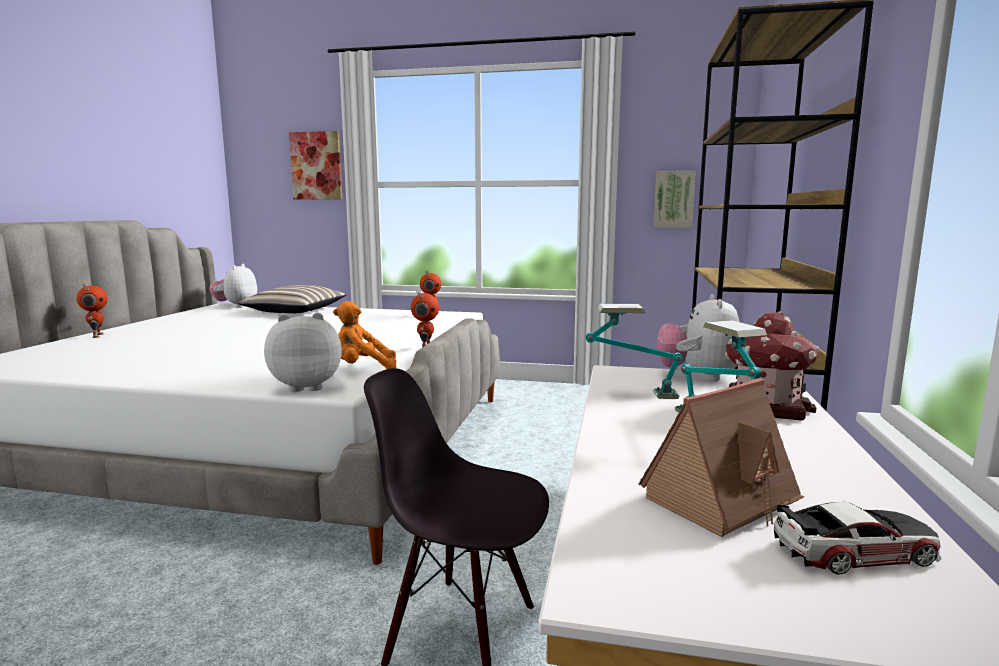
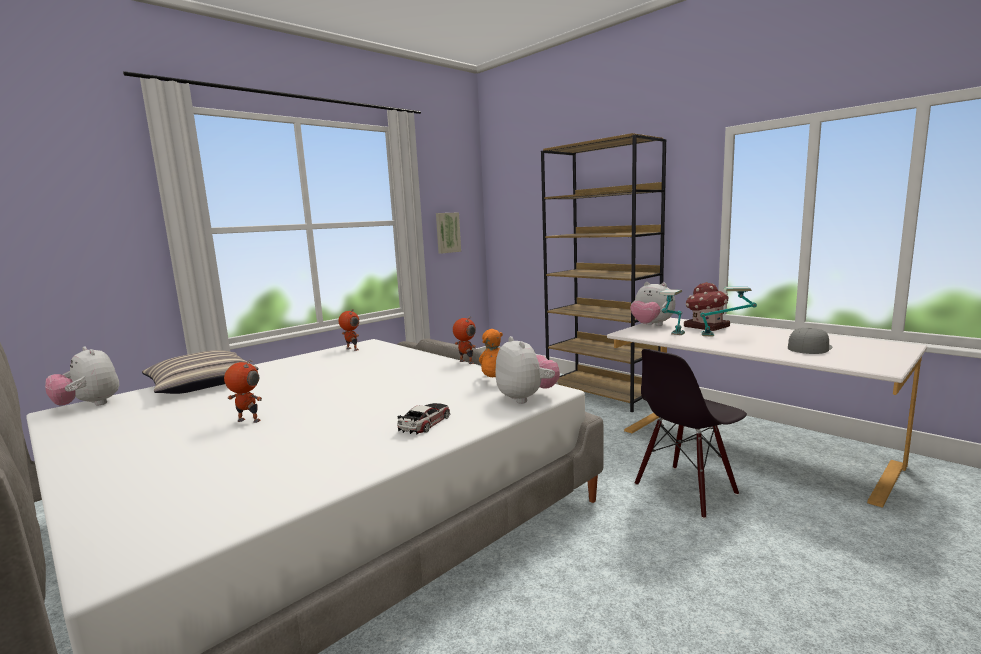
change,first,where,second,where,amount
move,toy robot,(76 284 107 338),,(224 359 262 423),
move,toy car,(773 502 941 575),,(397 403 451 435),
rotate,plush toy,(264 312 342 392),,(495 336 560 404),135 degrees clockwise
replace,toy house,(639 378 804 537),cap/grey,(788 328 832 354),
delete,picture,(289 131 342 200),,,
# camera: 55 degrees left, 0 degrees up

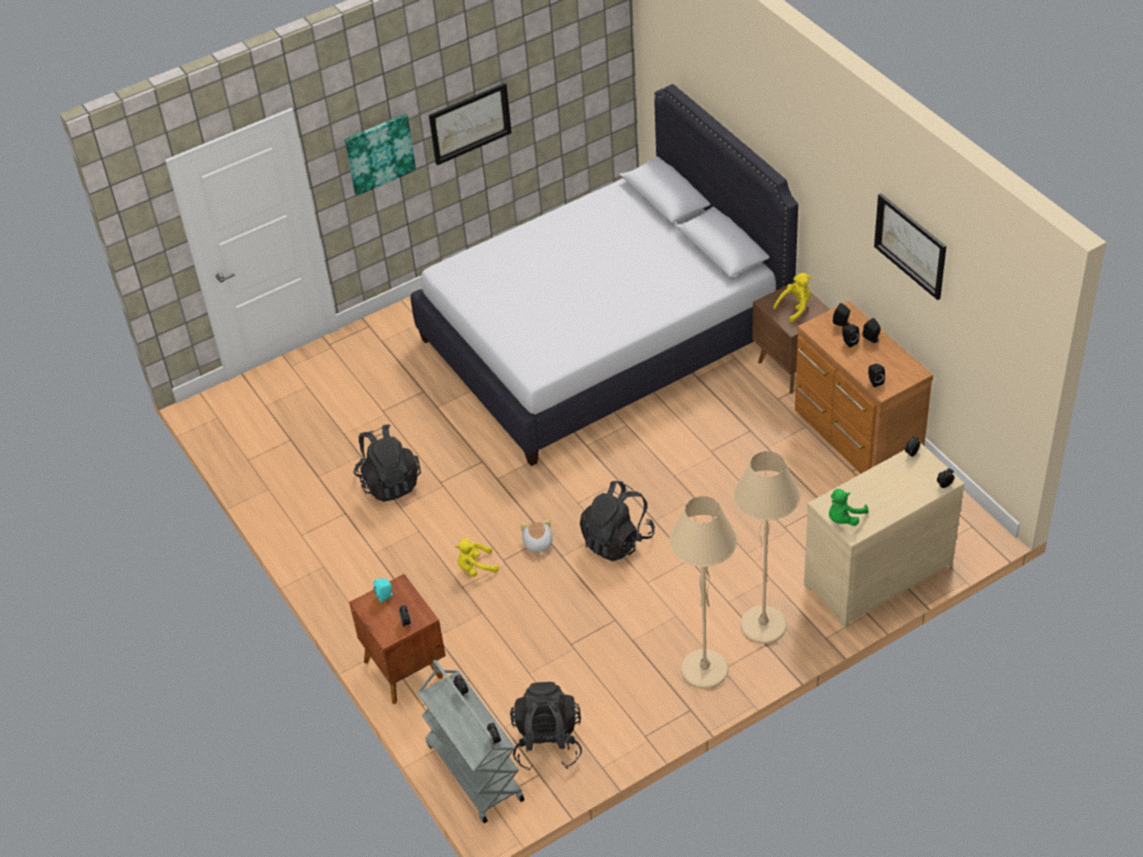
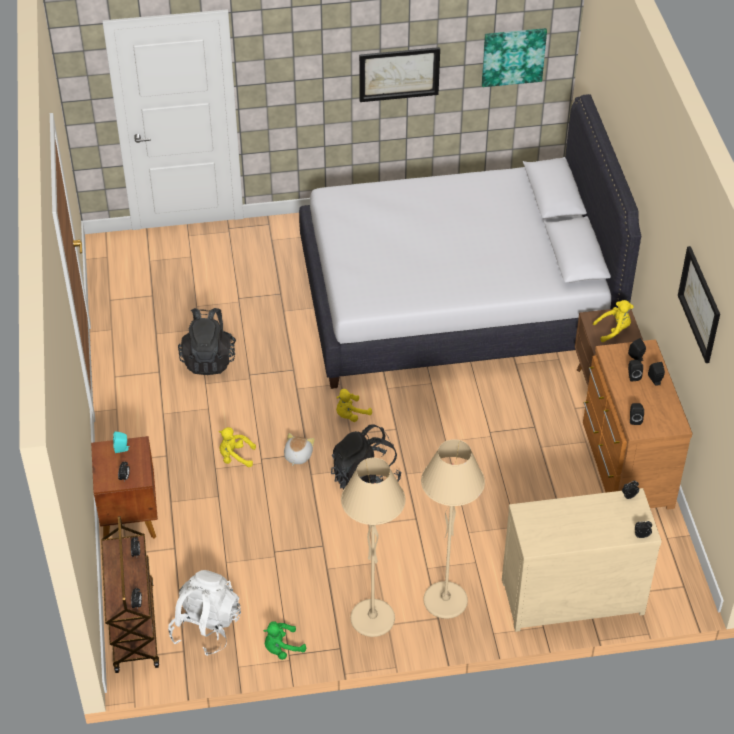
change,first,where,second,where,amount
recolor,cart/grey,(417 660 525 823),cart/brown,(101 516 159 673),
recolor,backpack/black,(510 682 582 771),backpack/white,(168 570 241 656),
move,plush toy/green,(829 489 868 526),,(264 621 306 660),
insert,,,plush toy/yellow,(336 389 372 422),
move,picture,(345 114 416 196),,(482 28 547 87),
# camera: 20 degrees right, 0 degrees up

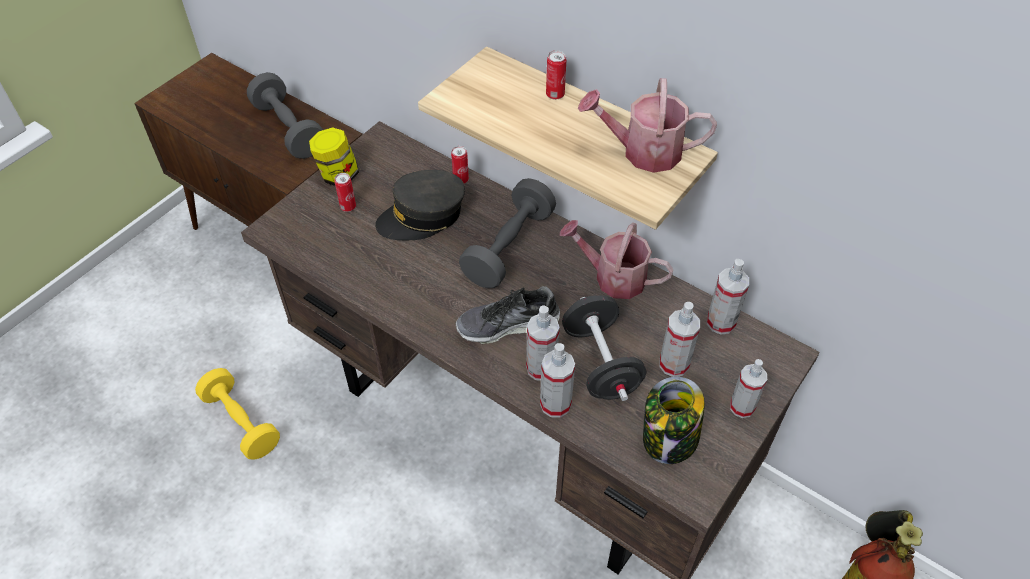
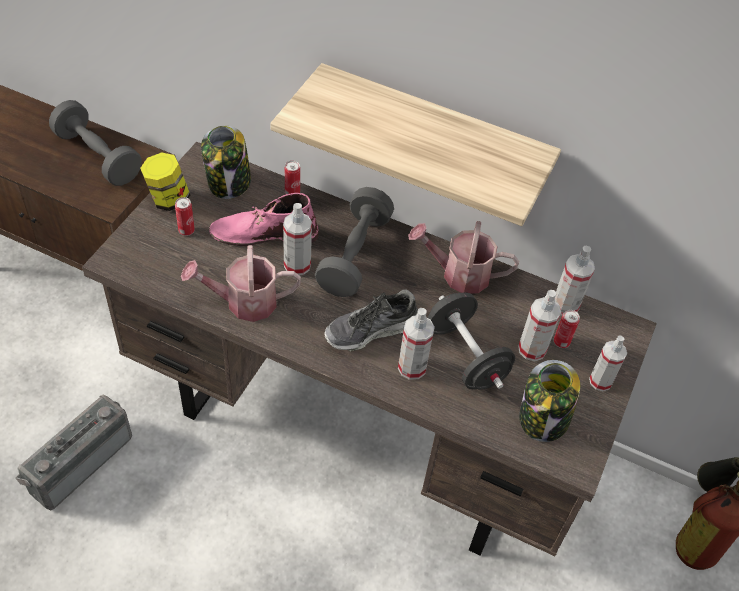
change,first,where,second,where,amount
replace,dumbbell/yellow,(195 368 280 460),radio,(15 395 132 510),
move,watering can,(578 78 717 173),,(181 245 301 322),
insert,,,jar,(201 126 251 199),
replace,cap/grey,(375 170 465 241),boot/pink,(209 193 319 246),
move,spray bottle,(540 343 575 418),,(283 203 312 275),
move,can,(546 50 567 100),,(554 310 580 348),
# camera: 15 degrees left, 0 degrees up

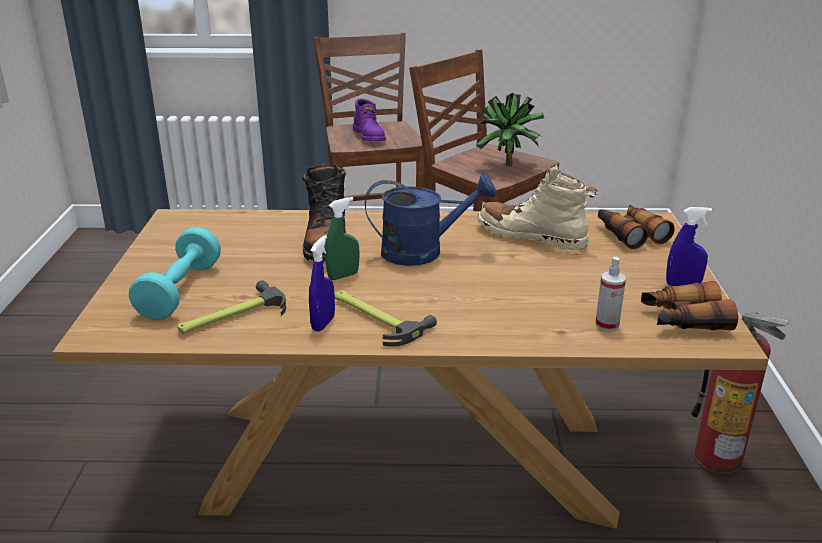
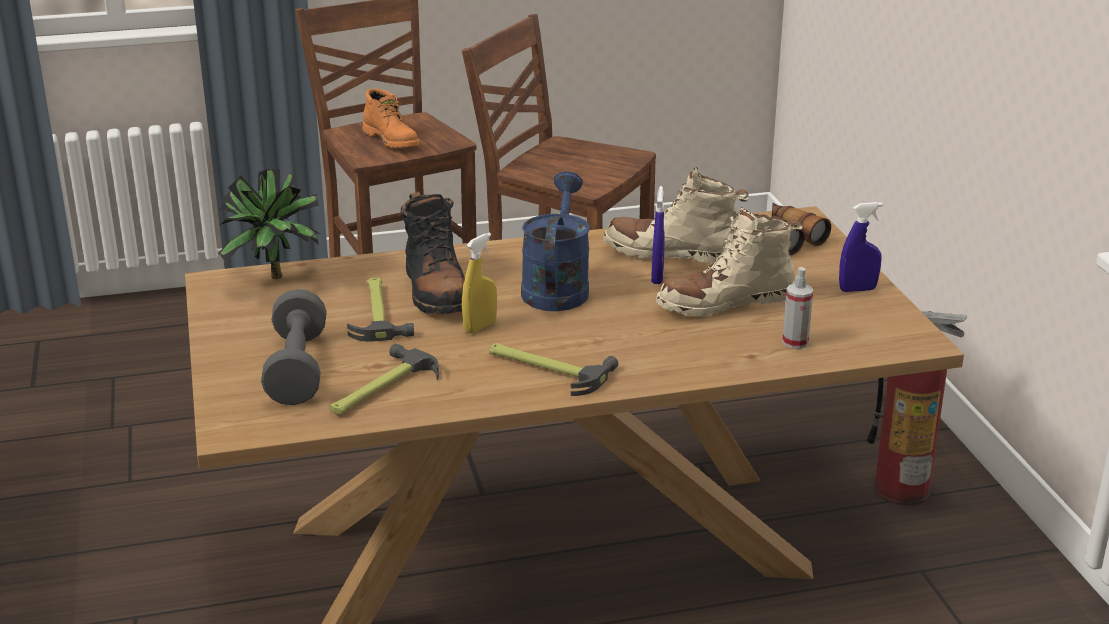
change,first,where,second,where,amount
move,potted plant,(477 93 544 166),,(218 169 321 279),
recolor,dumbbell/turquoise,(129 227 221 320),dumbbell/grey,(261 289 327 405),
insert,,,hammer,(347 278 414 341),
recolor,boot/purple,(353 99 386 141),boot/orange,(362 89 420 148),
recolor,spray bottle/green,(325 197 360 280),spray bottle/yellow,(462 233 497 333),
rotate,watering can/blue,(365 174 496 266),,(521 171 590 311),60 degrees counterclockwise
move,spray bottle/blue,(309 235 335 332),,(651 186 665 284),
insert,,,boot/beige,(656 207 803 317),
delete,binoculars,(641 281 738 330),,,
# camera: 15 degrees left, 0 degrees up

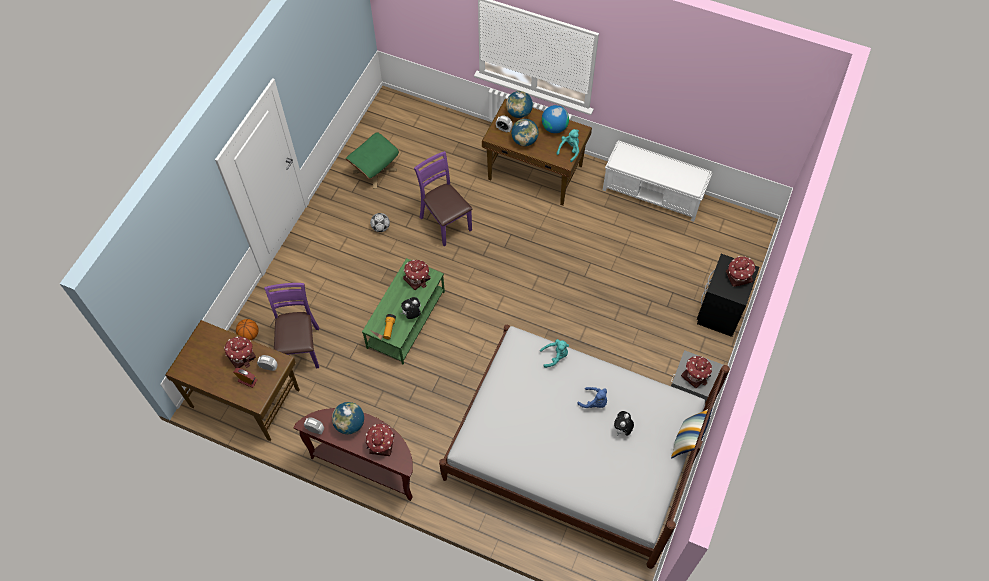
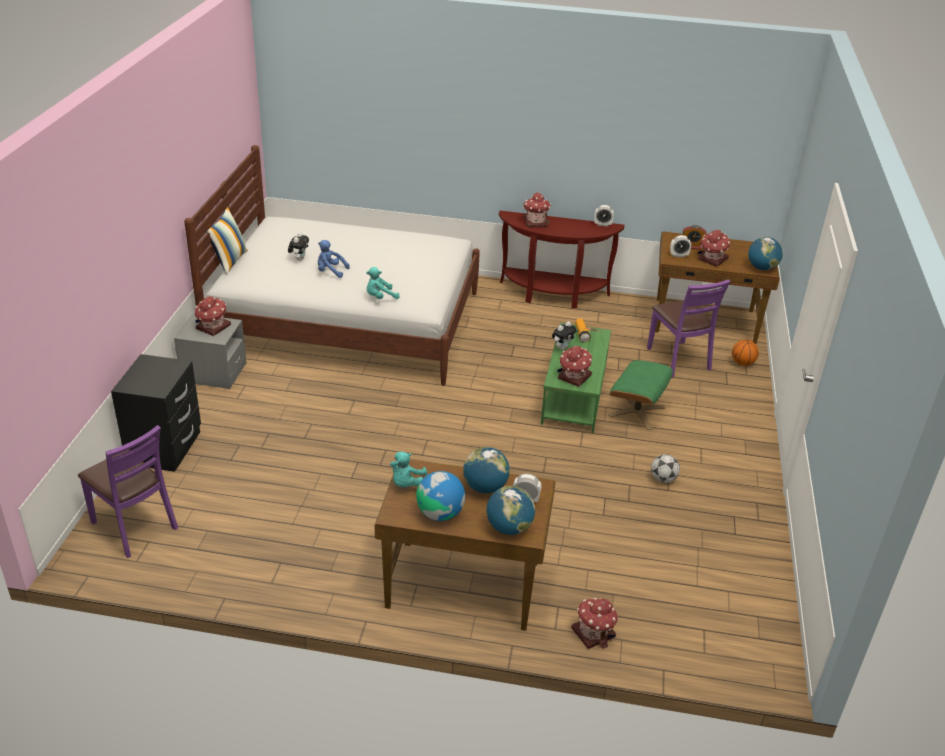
change,first,where,second,where,amount
move,chair/purple,(414 151 472 246),,(78 425 178 558),
move,toy house,(726 256 755 287),,(571 598 618 649),
move,ottoman/green,(346 132 399 189),,(608 360 673 430),
move,globe,(332 402 364 434),,(748 237 783 270),
delete,bench/white,(603 140 712 222),,,
# camera: 165 degrees right, 25 degrees down

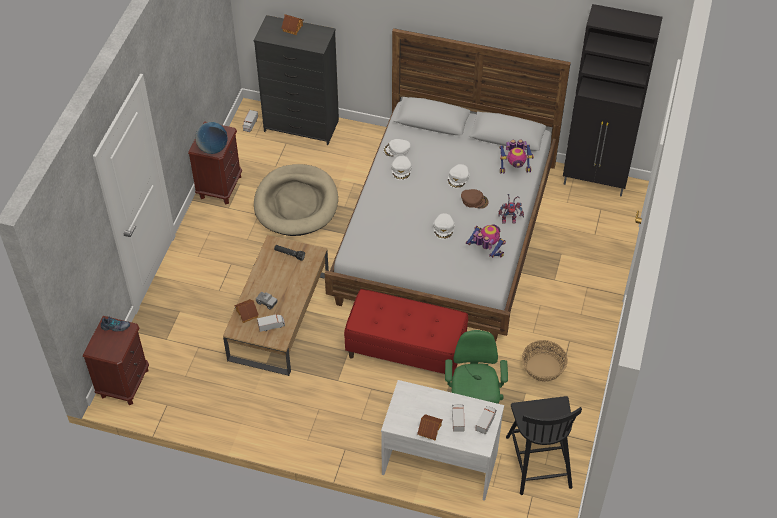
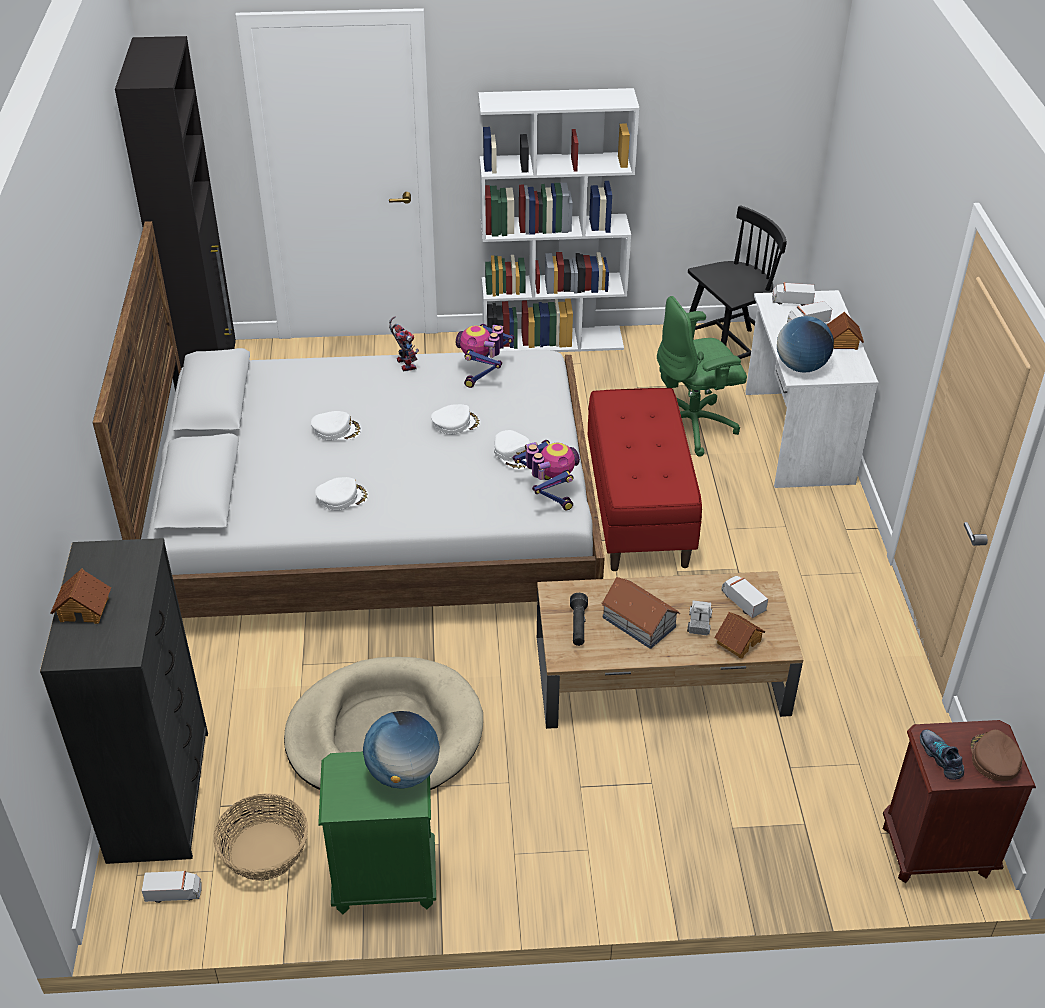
change,first,where,second,where,amount
move,basket,(522 340 568 382),,(213 793 308 881),
recolor,nightstand/brown,(188 122 242 205),nightstand/green,(318 752 436 914),
insert,,,bookcase/white,(478 88 640 352),
move,cap/white,(383 139 410 157),,(494 430 530 470),
move,toy robot,(499 139 534 174),,(513 440 580 510),
insert,,,toy house,(601 577 680 649),
insert,,,globe,(777 316 834 373),
move,cap/brown,(461 189 488 209),,(971 730 1022 781),
# camera: 110 degrees left, 10 degrees down

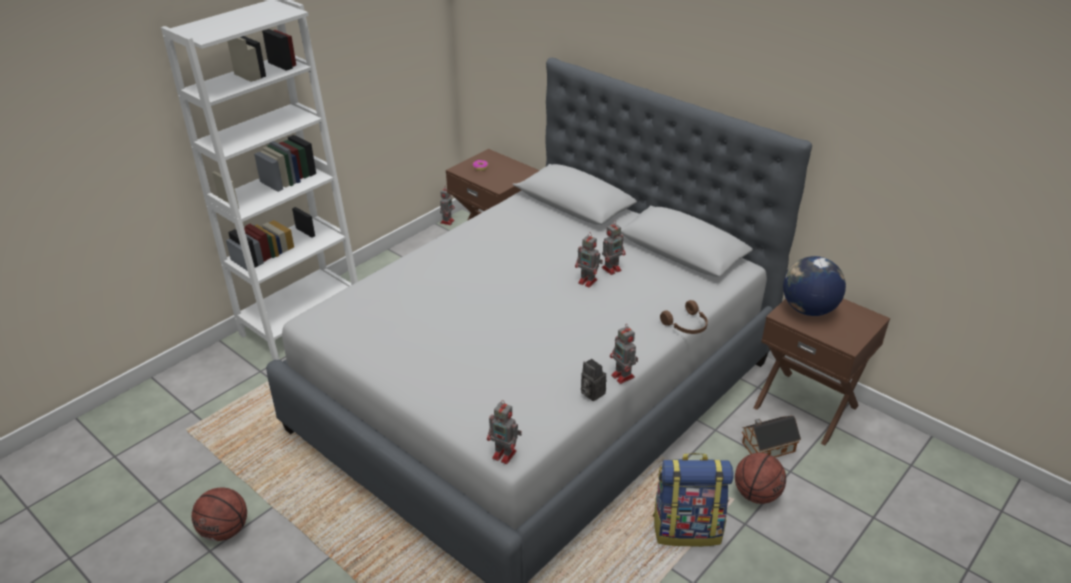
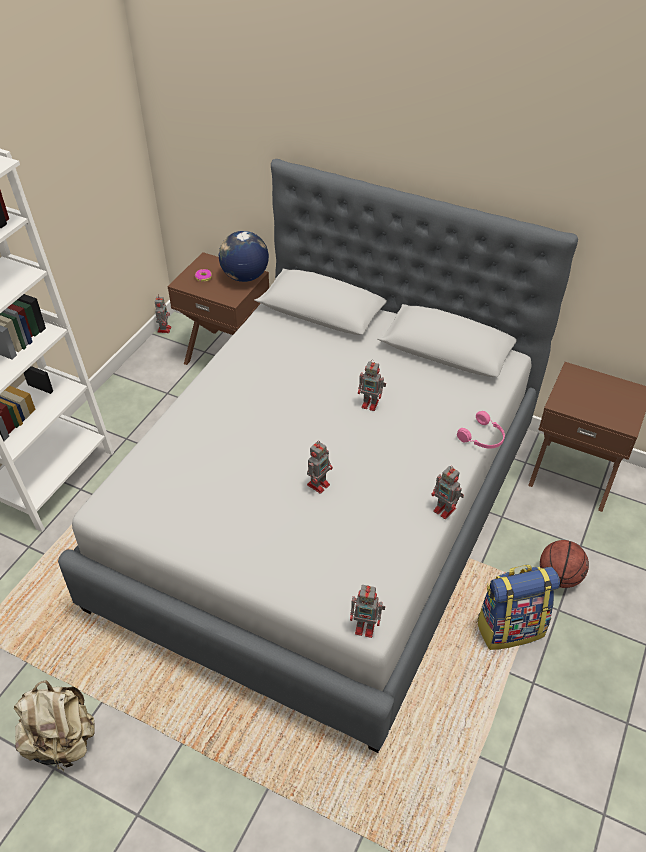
change,first,where,second,where,amount
replace,basketball,(192 488 247 541),backpack/beige,(14 680 95 772),
move,globe,(783 256 846 316),,(219 231 269 282),
move,toy robot,(602 220 626 275),,(307 441 333 494),
recolor,headphones/brown,(660 300 708 334),headphones/pink,(457 411 505 449),
delete,photo camera,(581 359 606 401),,,
delete,toy house,(742 416 801 457),,,
# camera: 15 degrees left, 10 degrees up

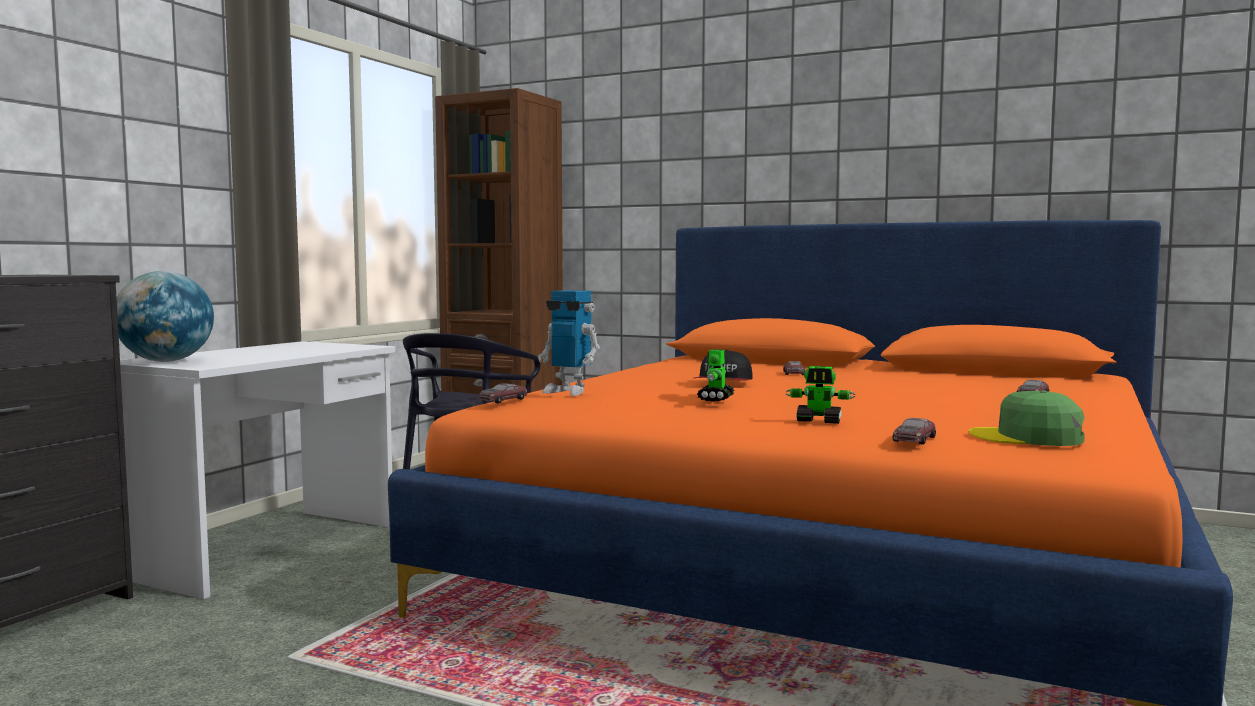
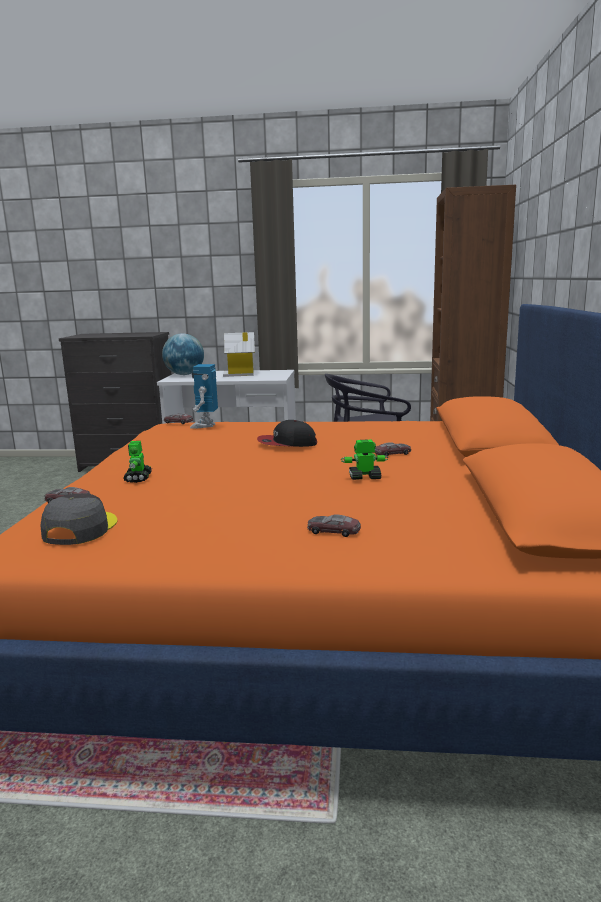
change,first,where,second,where,amount
recolor,cap/green,(968 390 1085 446),cap/grey,(40 493 117 545),
insert,,,toy house,(223 332 255 377),
move,toy robot,(697 349 734 402),,(341 439 388 480),
# camera: 70 degrees right, 10 degrees up

